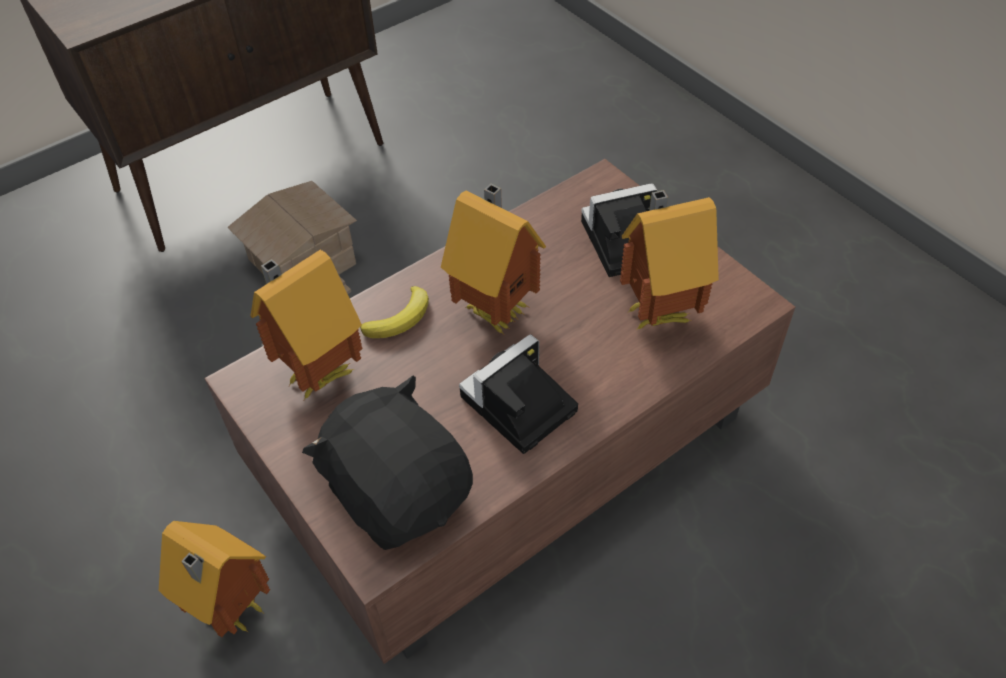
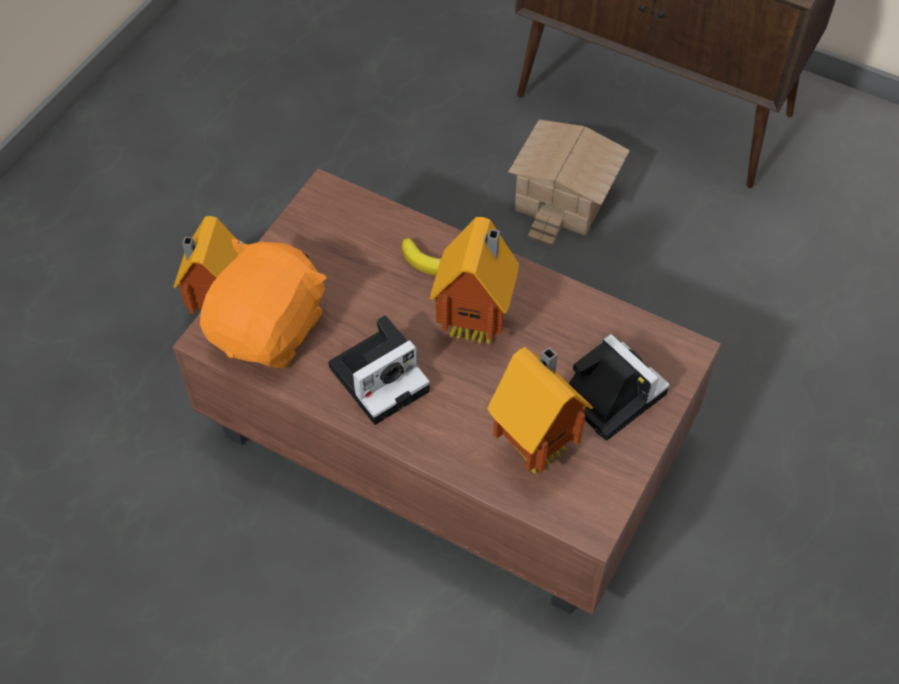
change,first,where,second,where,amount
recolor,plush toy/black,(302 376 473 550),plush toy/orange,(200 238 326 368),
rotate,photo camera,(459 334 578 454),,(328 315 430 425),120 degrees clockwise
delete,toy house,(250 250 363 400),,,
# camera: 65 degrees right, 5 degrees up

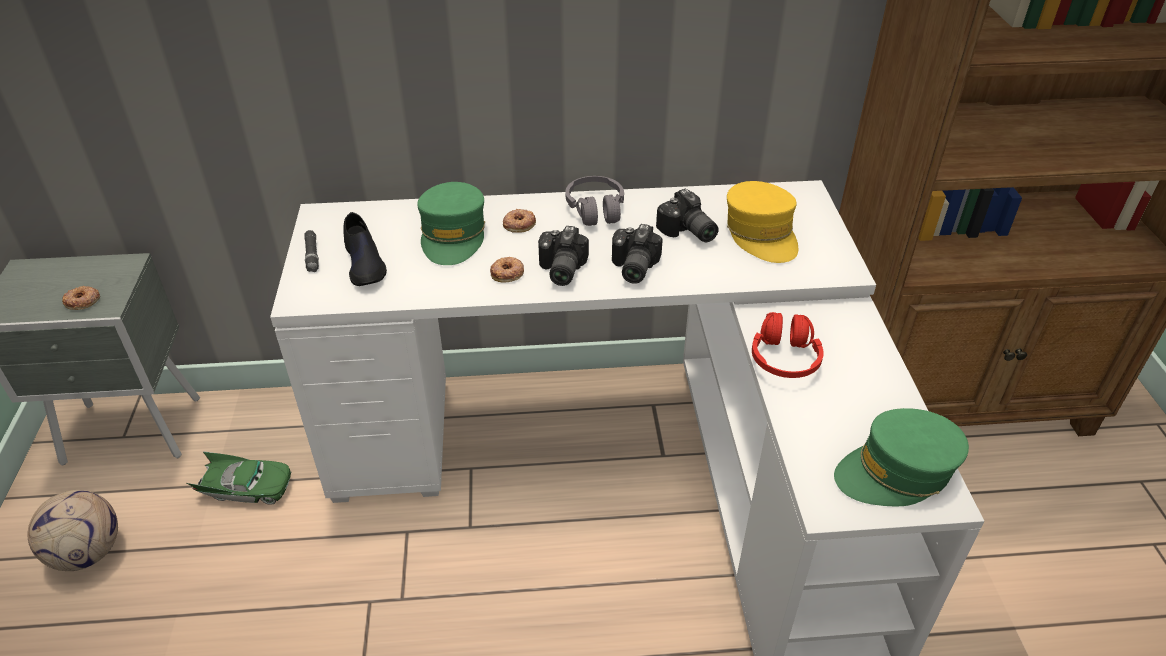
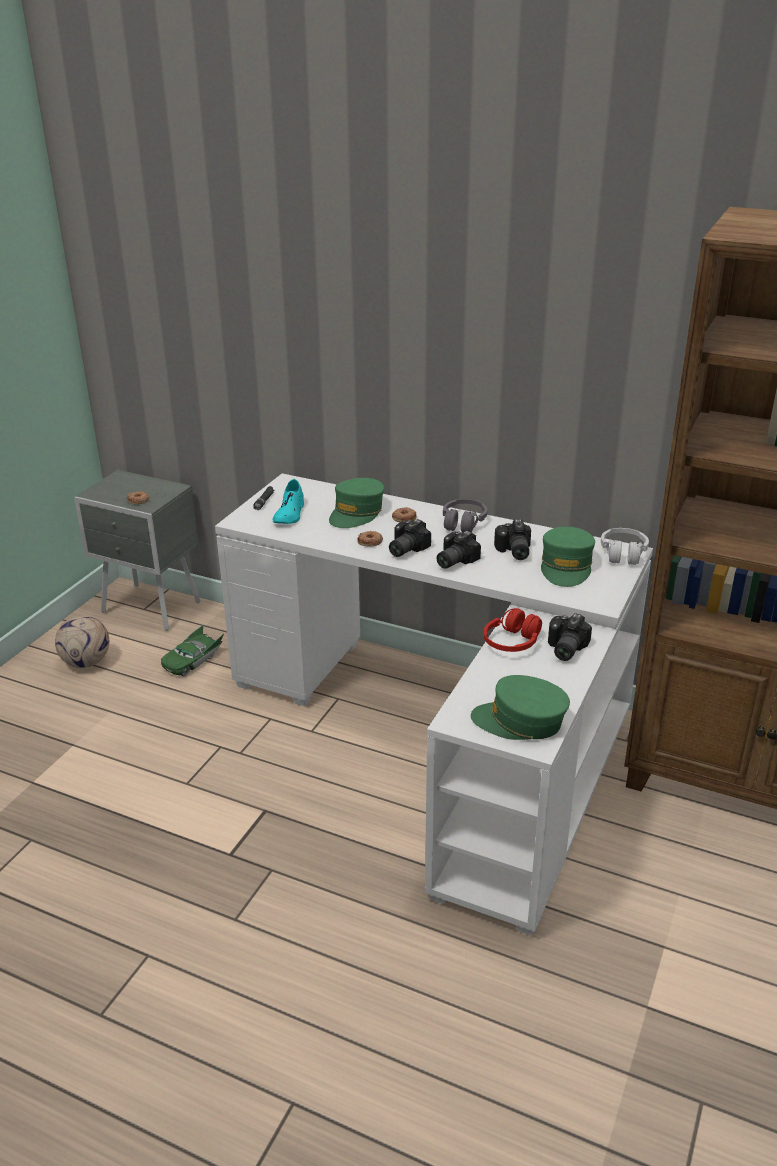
change,first,where,second,where,amount
rotate,toy car/green,(187 451 291 505),,(161 625 224 676),90 degrees clockwise
recolor,shoe/black,(343 212 387 286),shoe/turquoise,(273 479 304 524),
recolor,cap/yellow,(727 181 799 263),cap/green,(541 526 595 587),
insert,,,photo camera,(548 613 592 661),
insert,,,headphones/white,(601 528 649 565),
# camera: 30 degrees right, 10 degrees down

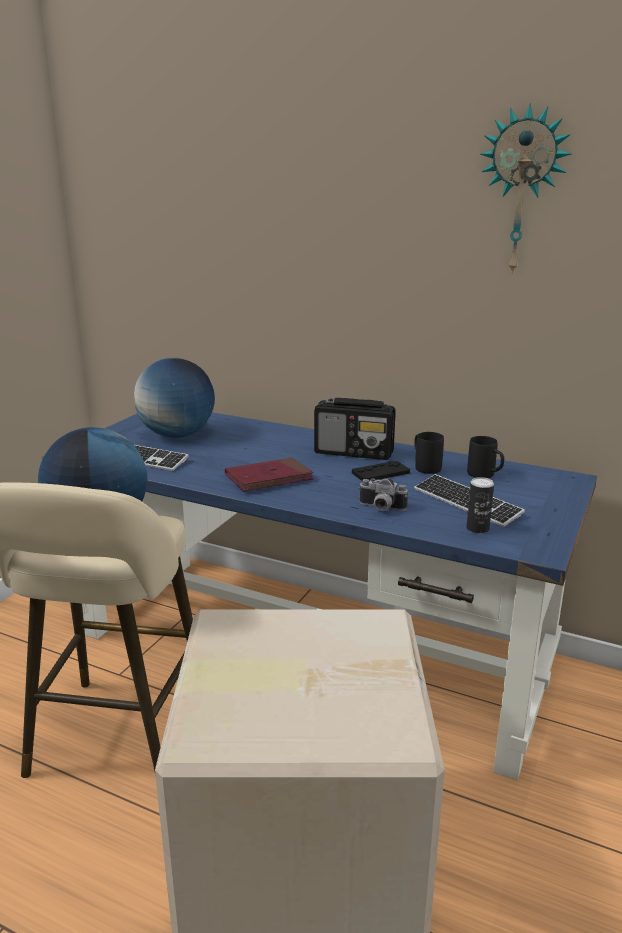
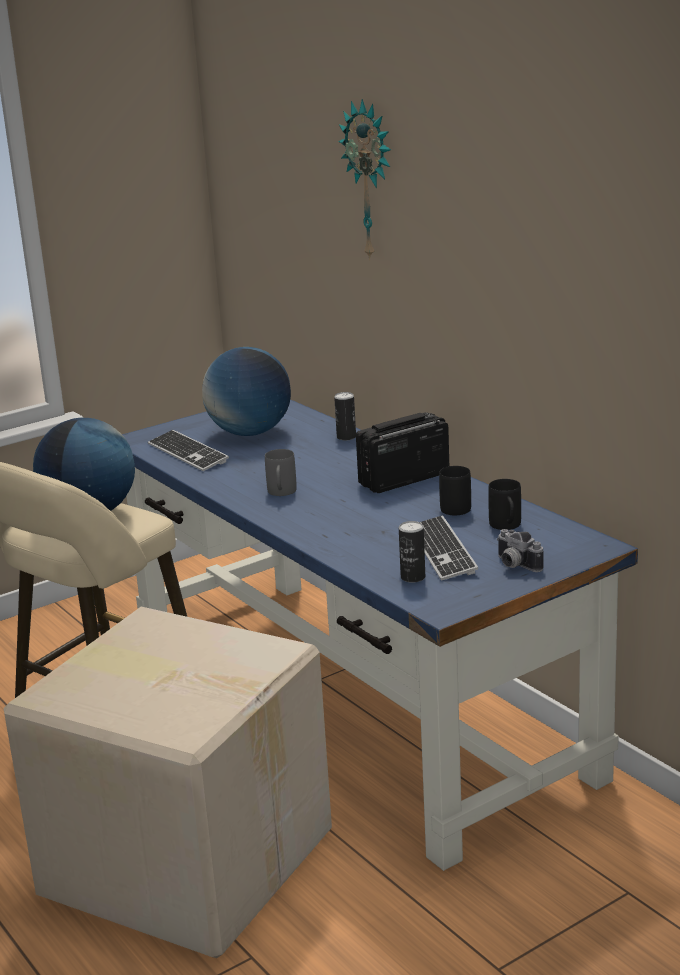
change,first,where,second,where,amount
replace,book/red,(225 457 314 491),mug/grey,(265 449 297 496),
insert,,,can,(334 392 356 440),
move,wall clock,(480 103 571 275),,(338 99 391 261),
rotate,radio,(314 398 396 460),,(356 412 449 493),105 degrees clockwise
move,photo camera,(358 478 408 511),,(497 529 543 572),
delete,game controller/black,(352 461 410 481),,,
# camera: 30 degrees right, 0 degrees up

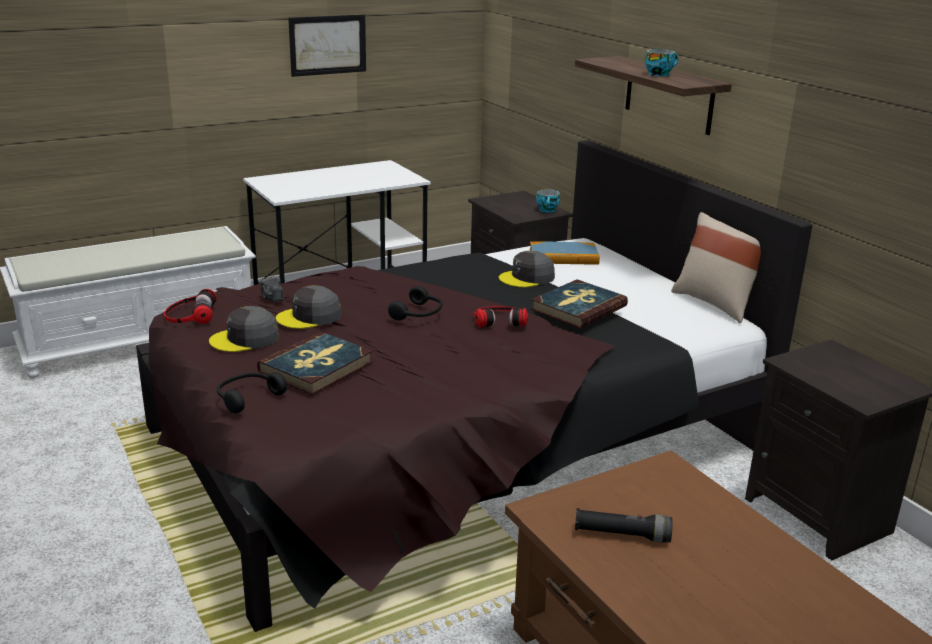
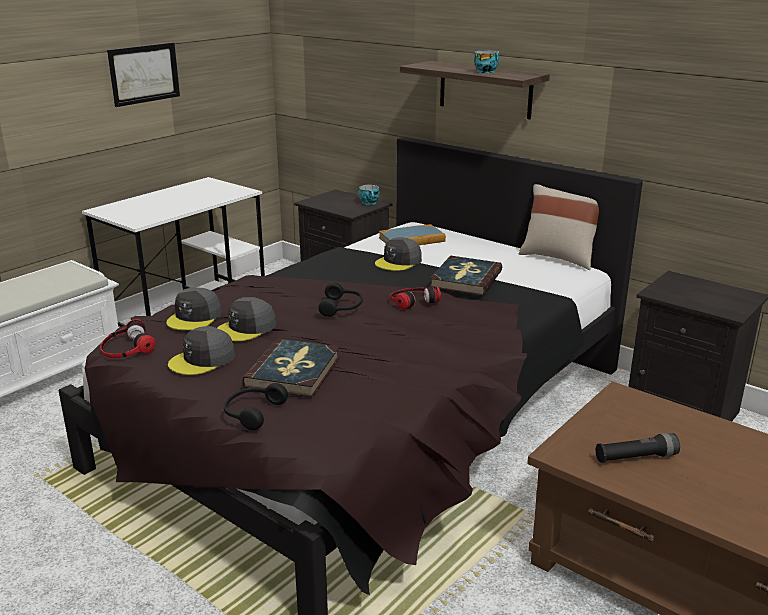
change,first,where,second,where,amount
replace,photo camera,(259 276 284 302),cap/grey,(166 287 222 330),
# camera: 20 degrees left, 0 degrees up

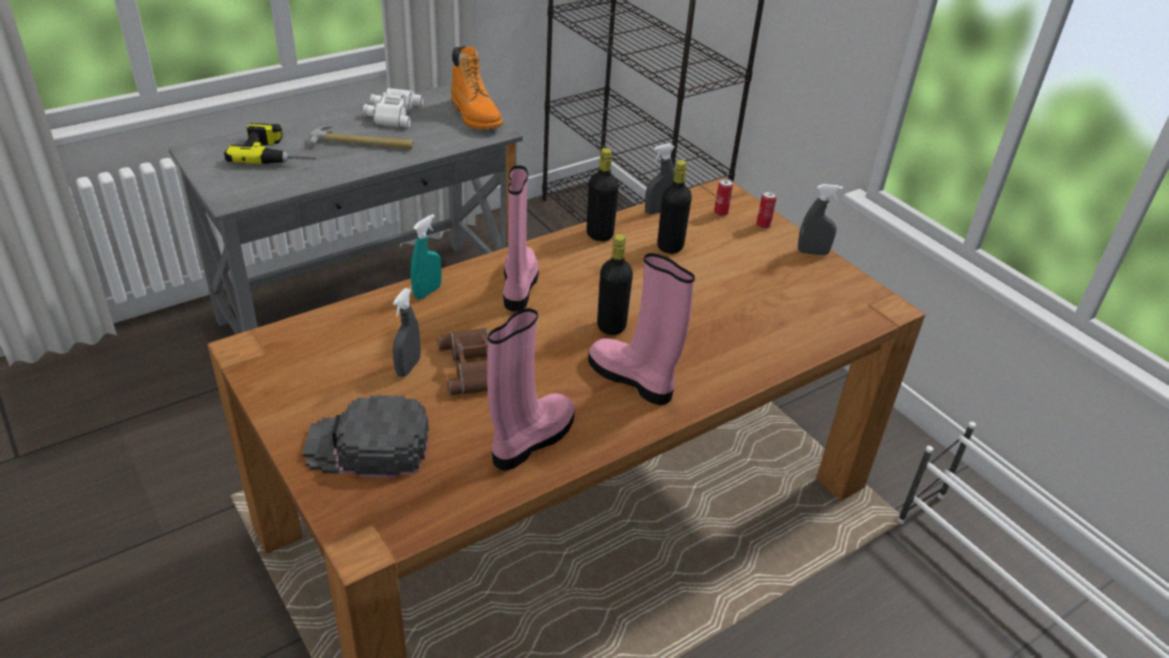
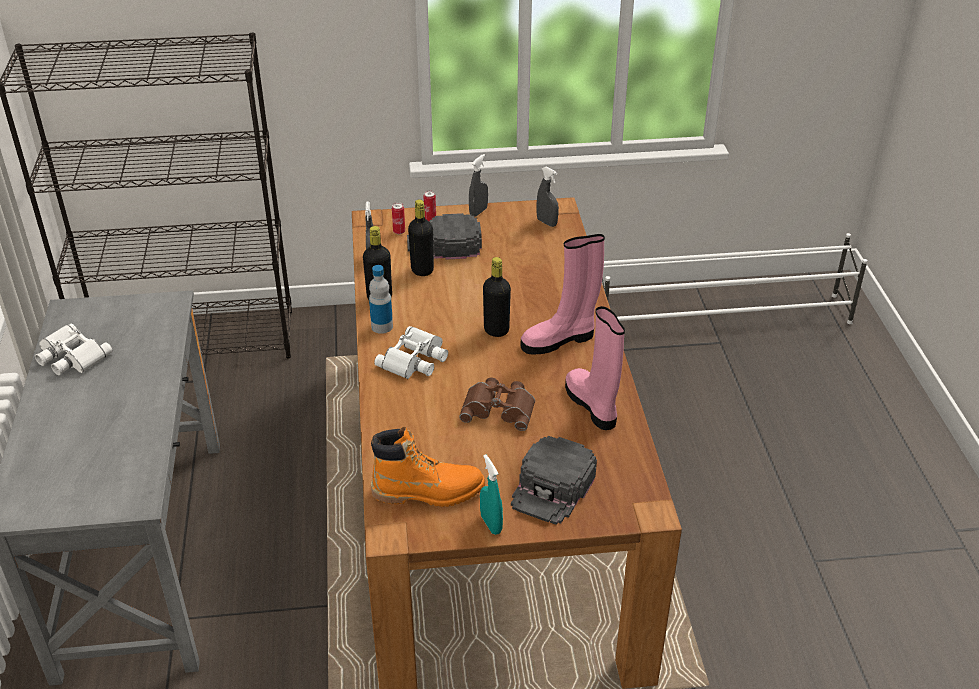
change,first,where,second,where,amount
insert,,,bottle,(369 265 393 334),
move,boot/orange,(451 46 503 130),,(371 427 485 507),
replace,boot/pink,(503 165 539 312),binoculars/white,(374 326 448 379),
insert,,,cap/black,(407 213 482 260),
move,spray bottle/turquoise,(411 214 441 299),,(480 454 503 535),
move,spray bottle/grey,(393 288 421 377),,(537 167 559 227),
delete,power drill,(224 123 316 164),,,
delete,hammer,(308 125 414 150),,,
# camera: 60 degrees left, 0 degrees up

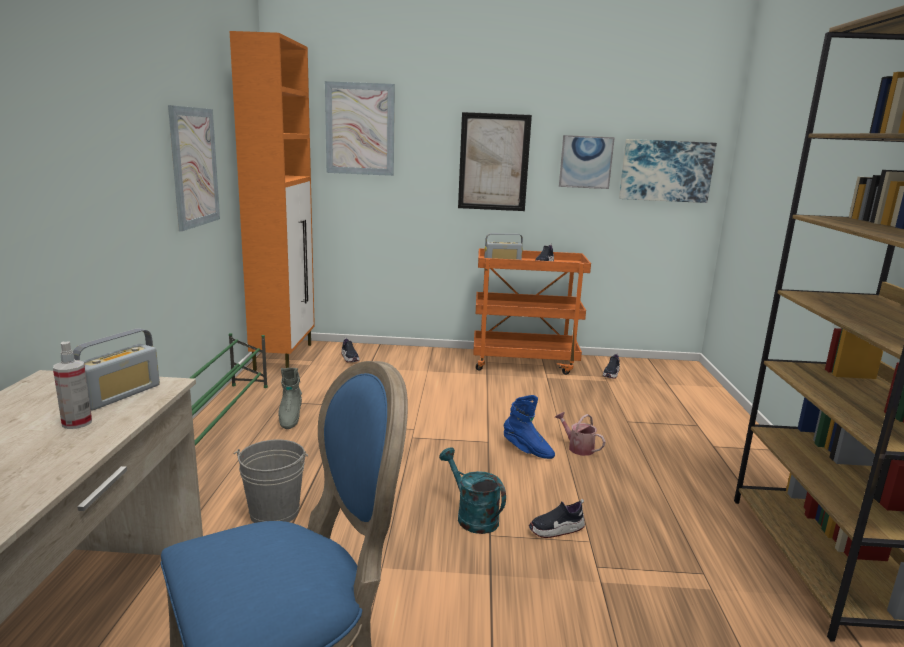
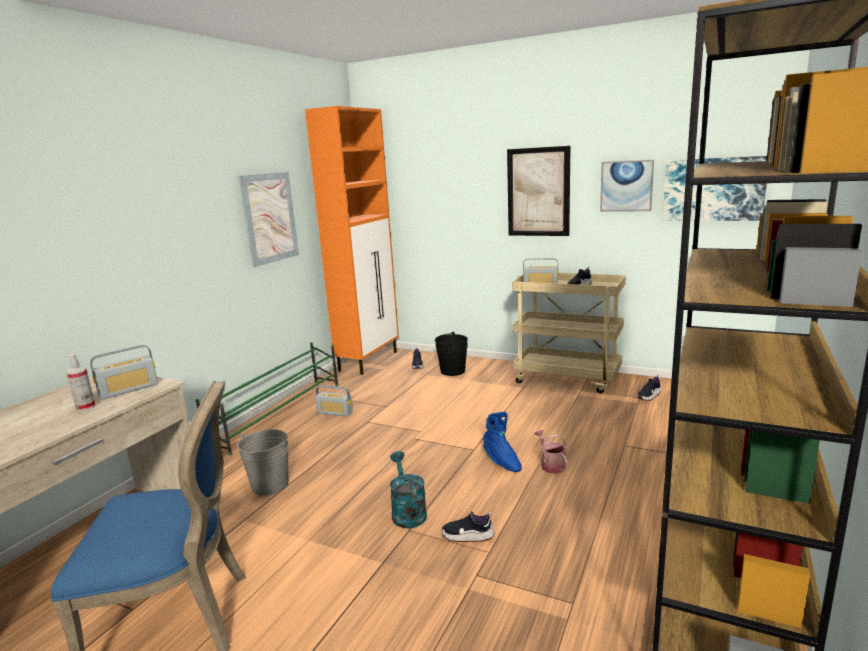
change,first,where,second,where,amount
replace,boot/grey,(278 368 302 429),radio,(315 385 353 416),
insert,,,bucket/black,(435 332 468 376),
recolor,cart/orange,(473 248 591 375),cart/beige,(512 273 626 393),
delete,picture,(325 81 395 176),,,
# camera: 25 degrees right, 0 degrees up

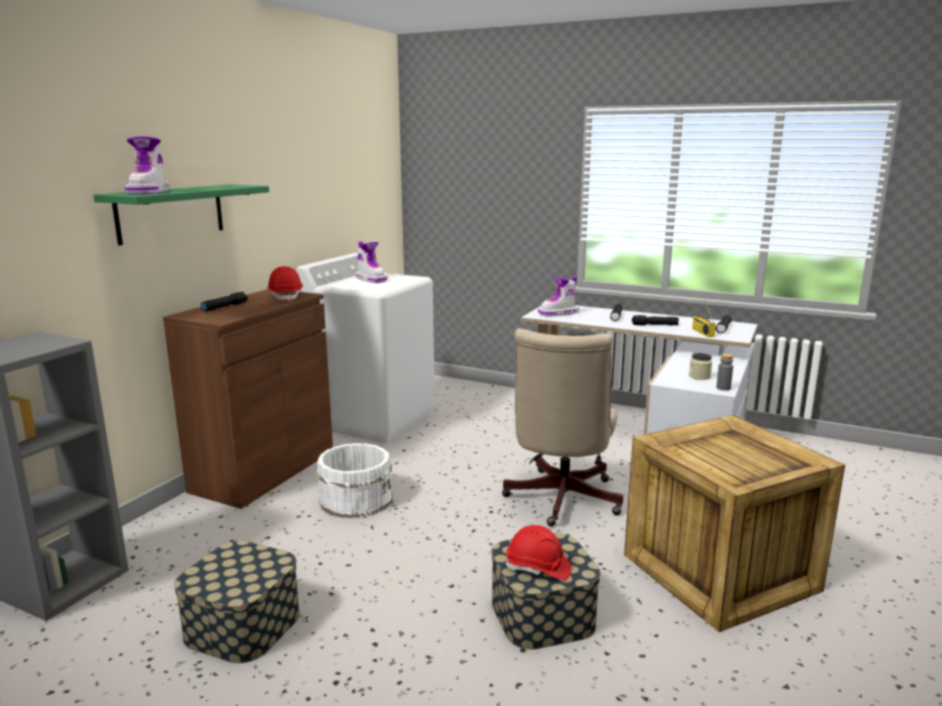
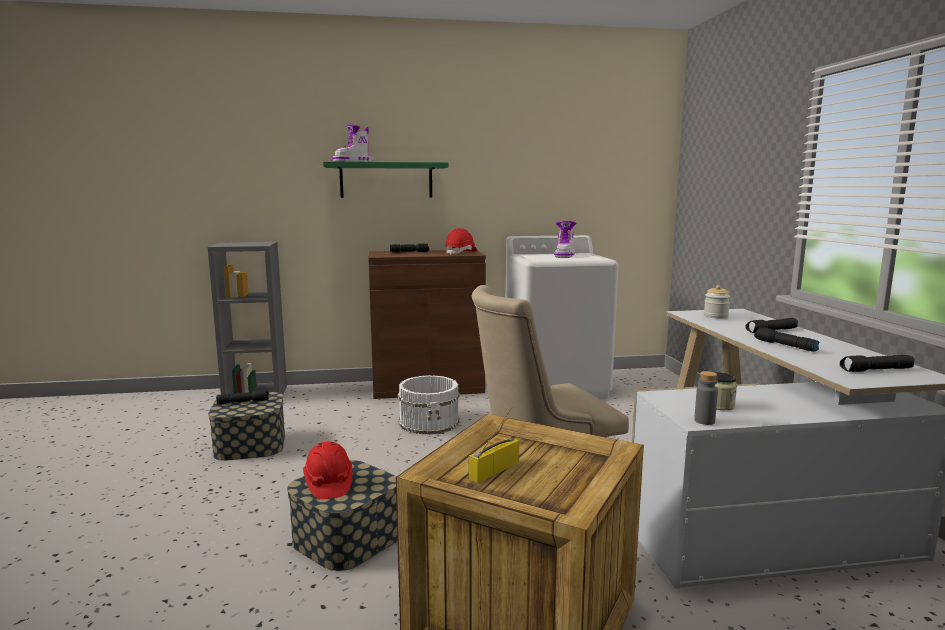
change,first,where,second,where,amount
insert,,,flashlight/black,(216 390 269 404),
move,radio,(692 299 716 337),,(469 407 519 483),
replace,boot,(538 276 579 316),jar,(704 285 730 319),
# camera: 55 degrees right, 5 degrees down

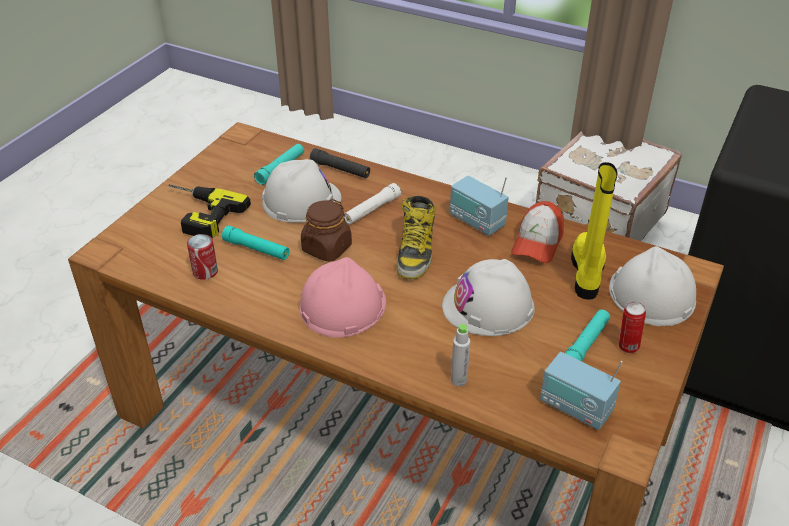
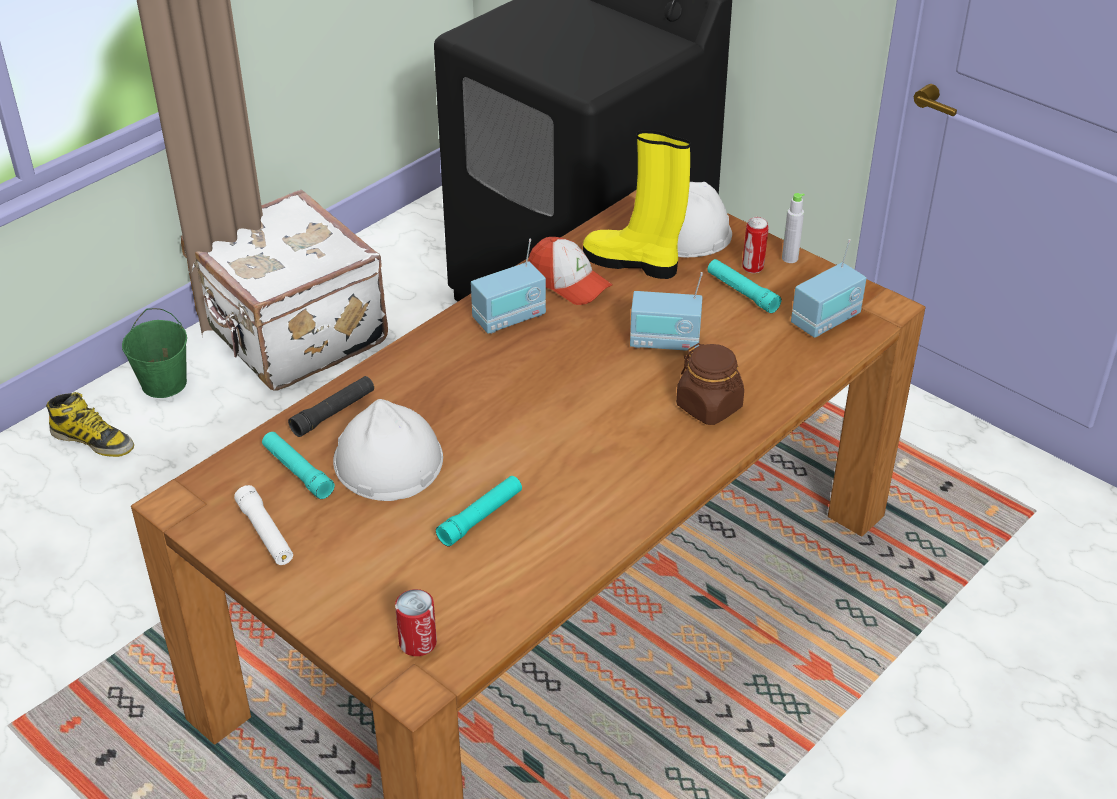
change,first,where,second,where,amount
move,boot,(396 196 435 279),,(46 392 134 457),
insert,,,bucket/green,(122 308 187 398),
move,flashlight/white,(344 183 401 224),,(234 485 293 565),
move,can,(187 234 218 280),,(395 589 437 656),
replace,hard hat/white,(442 259 535 336),radio,(630 272 703 351),
move,jar/brown,(301 199 352 262),,(676 343 744 425),
move,bottle/grey,(451 324 470 386),,(782 193 805 263),
delete,power drill,(169 184 251 239),,,
delete,hard hat/pink,(300 257 386 338),,,
# camera: 75 degrees left, 0 degrees up

